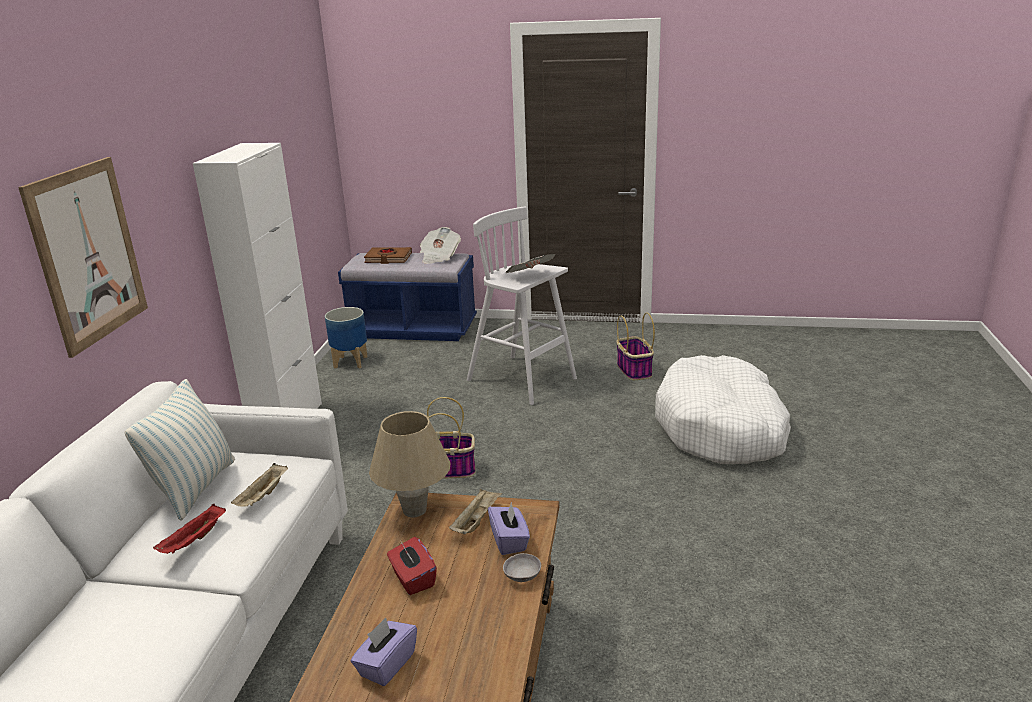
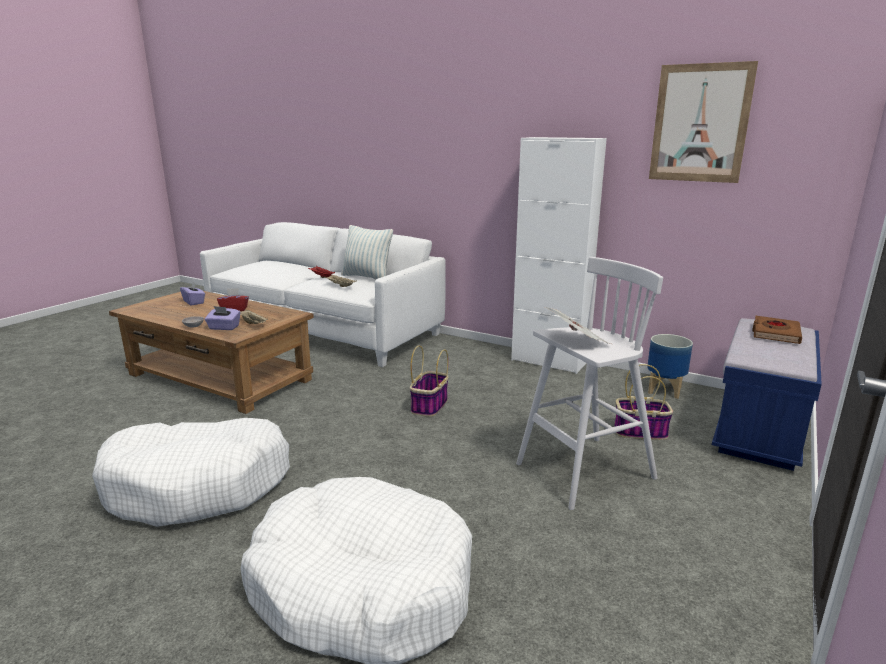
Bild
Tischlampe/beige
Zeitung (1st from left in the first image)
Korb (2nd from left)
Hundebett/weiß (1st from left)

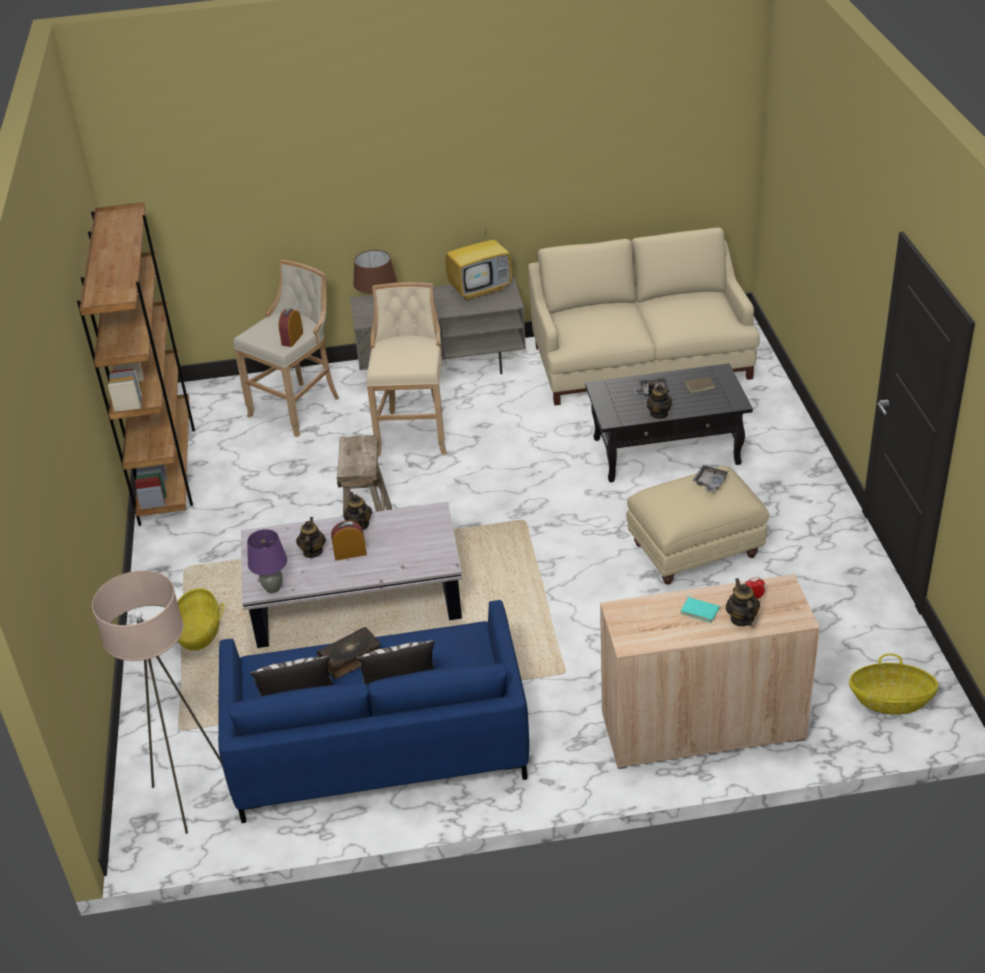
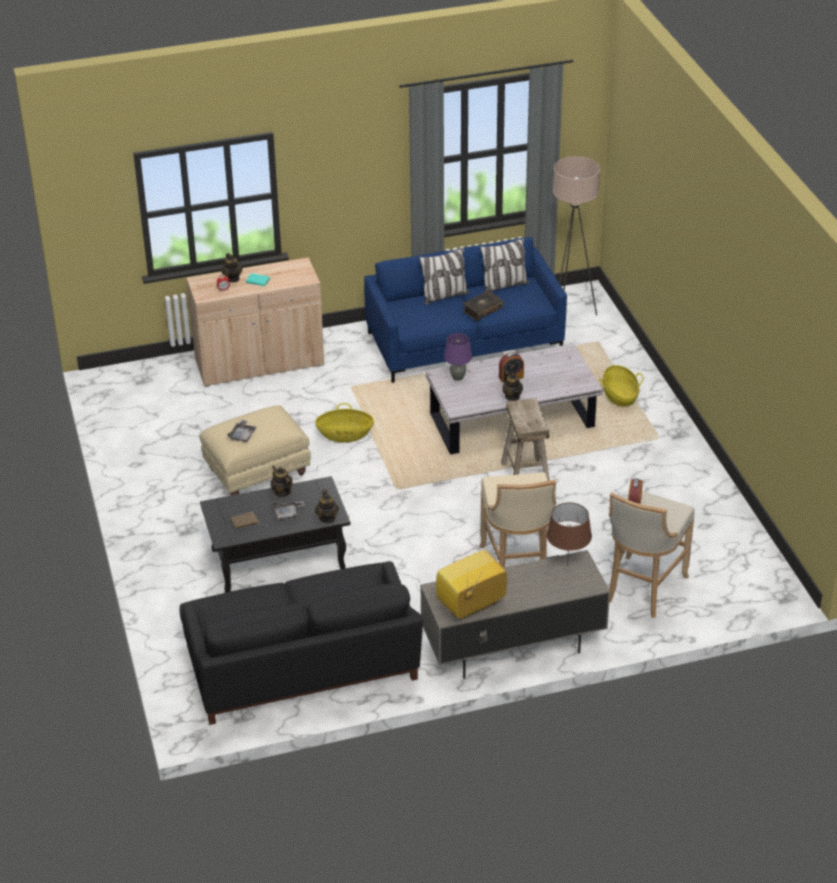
Bücherregal/braun
Tischlampe/lila
Teekanne (3rd from left)
Sofa/schwarz
Korb (1st from left)

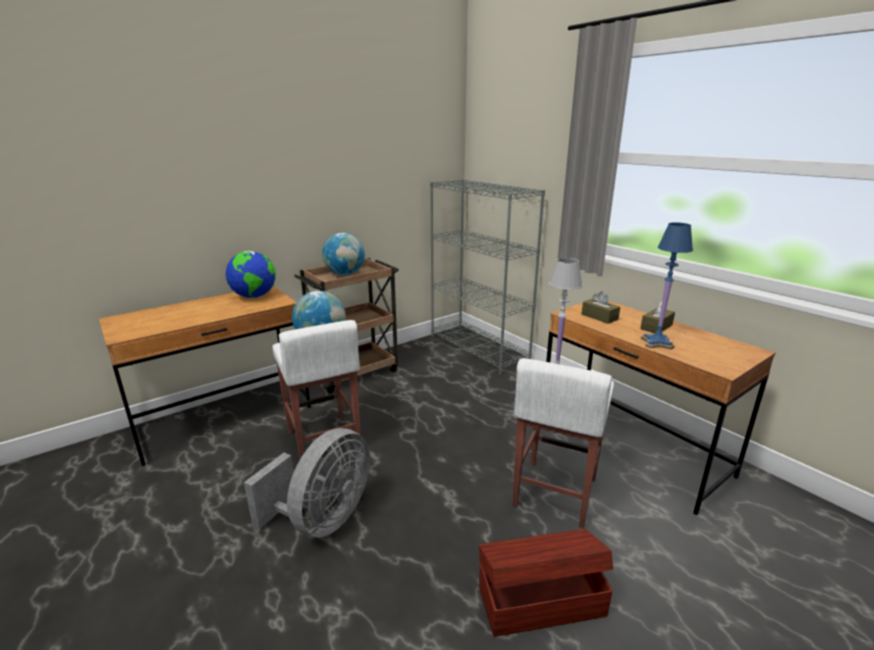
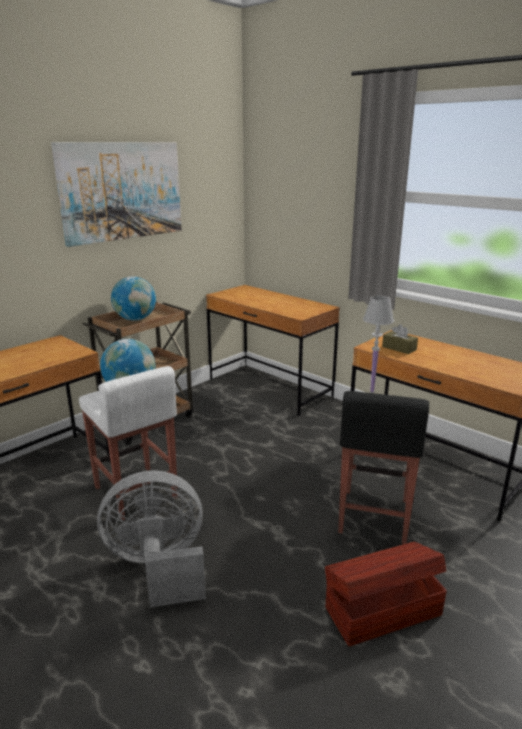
Globus (1st from left in the first image)
Ventilator/grau
Schreibtisch/braun (2nd from left)
Hocker/schwarz
Taschentuchbox/braun (2nd from left in the first image)
Tischlampe/blau
Bild

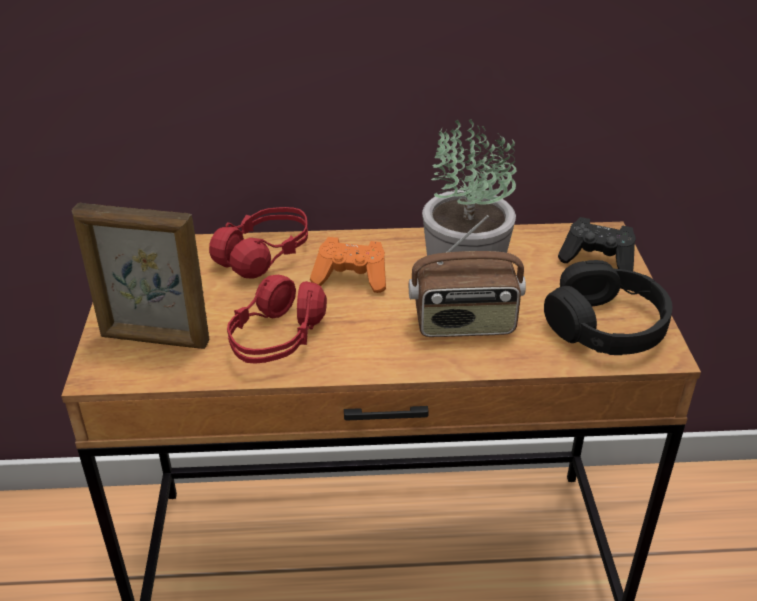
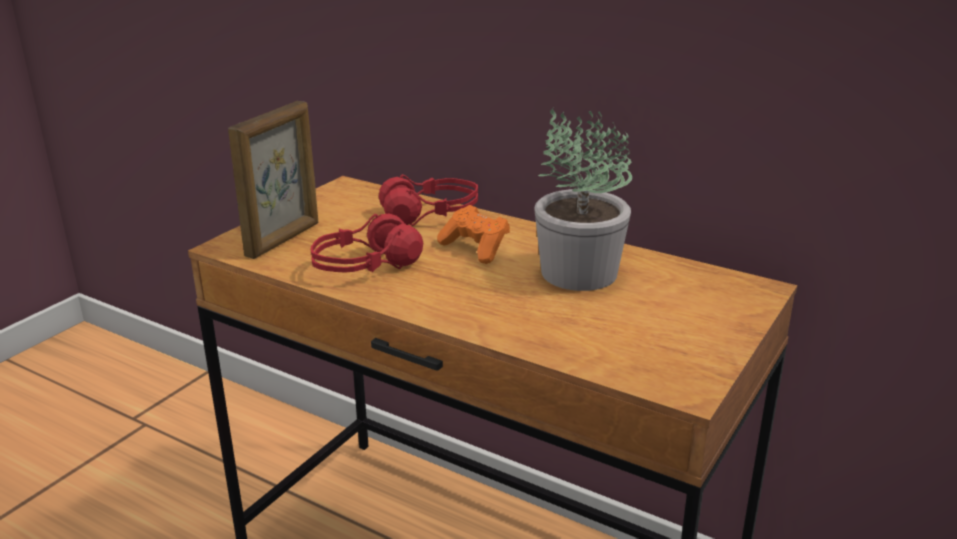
Bilderrahmen
Radio
Kopfhörer/schwarz
Gamepad/schwarz

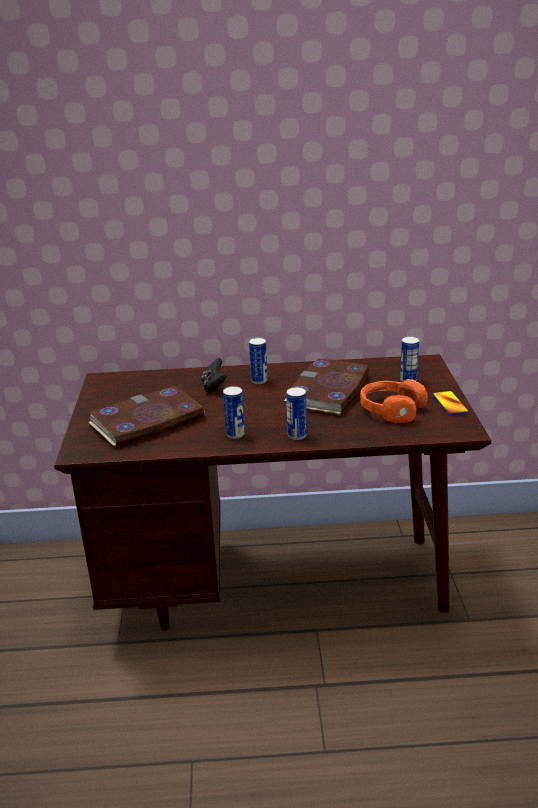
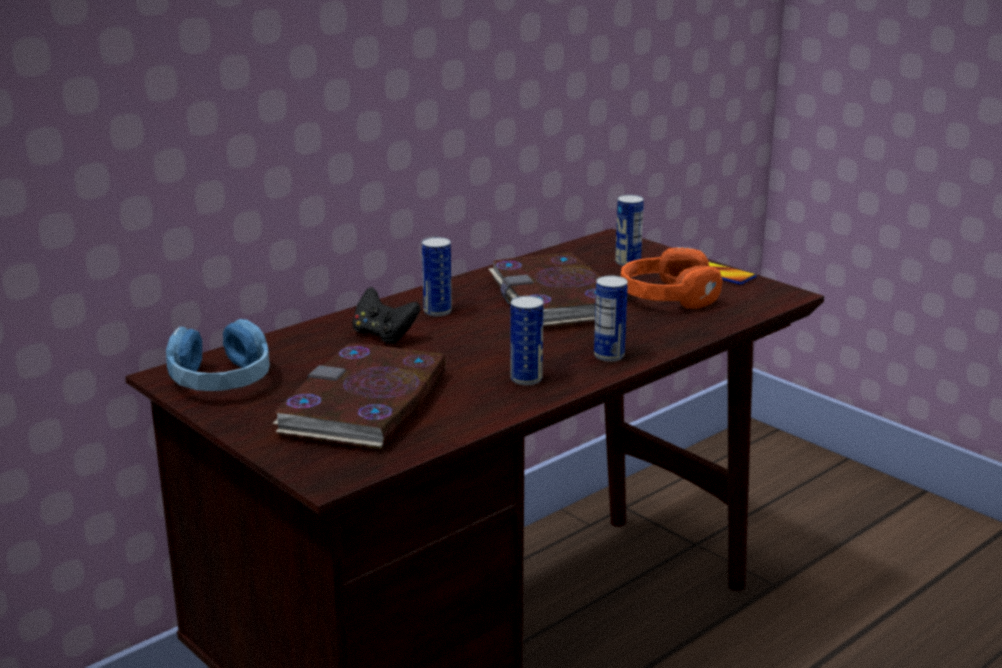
Kopfhörer/blau

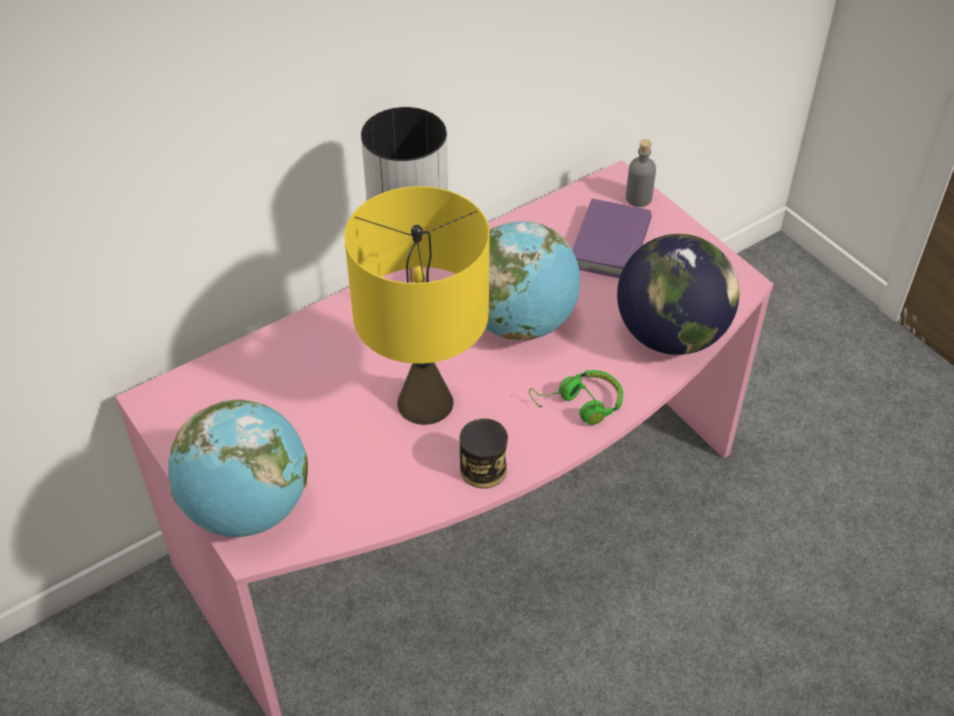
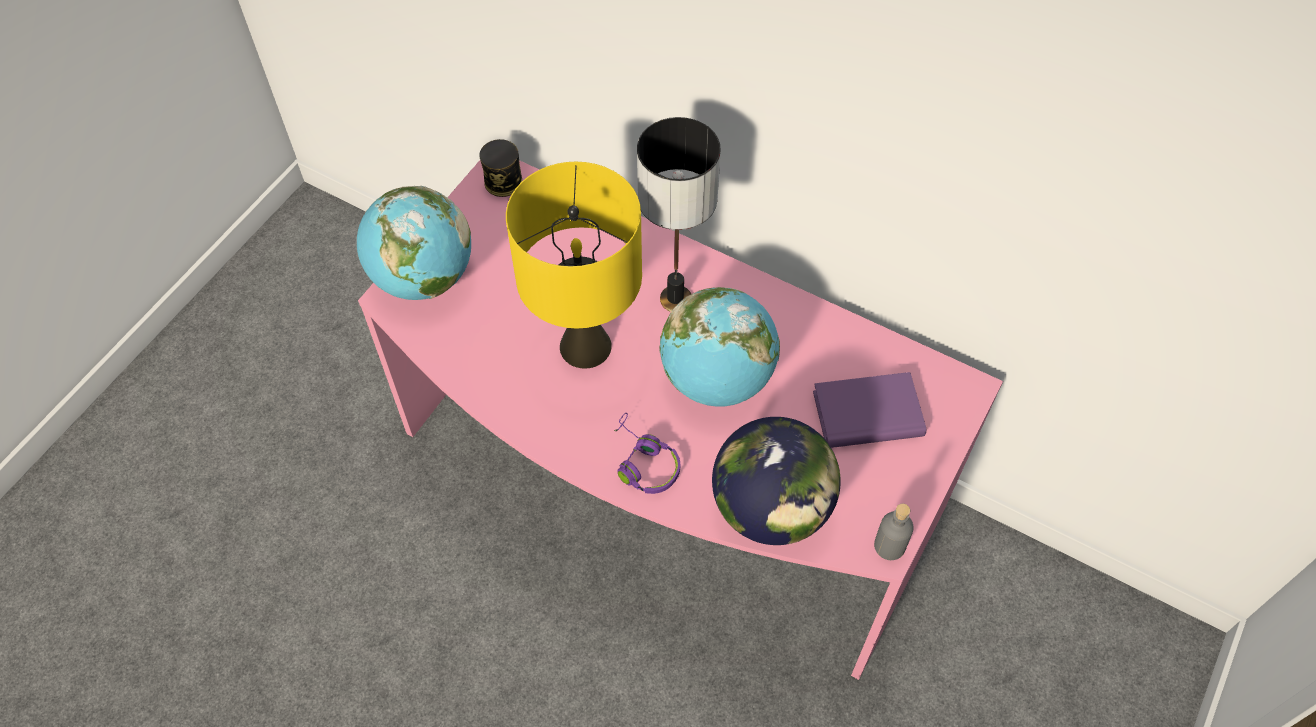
Dose
Kopfhörer/lila
Flasche/grau

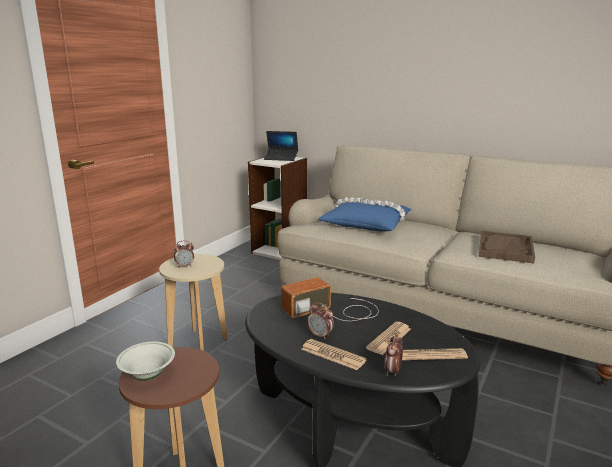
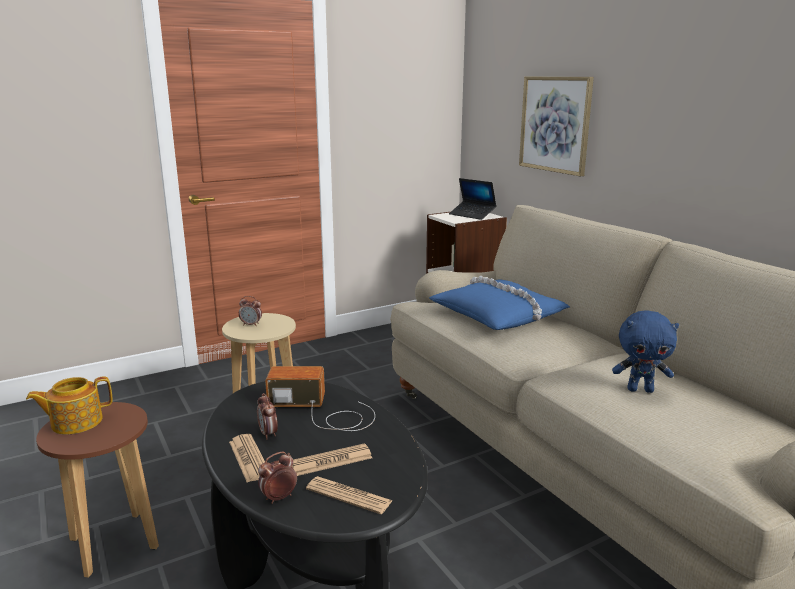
Teekanne
Plüschtier/blau
Bild

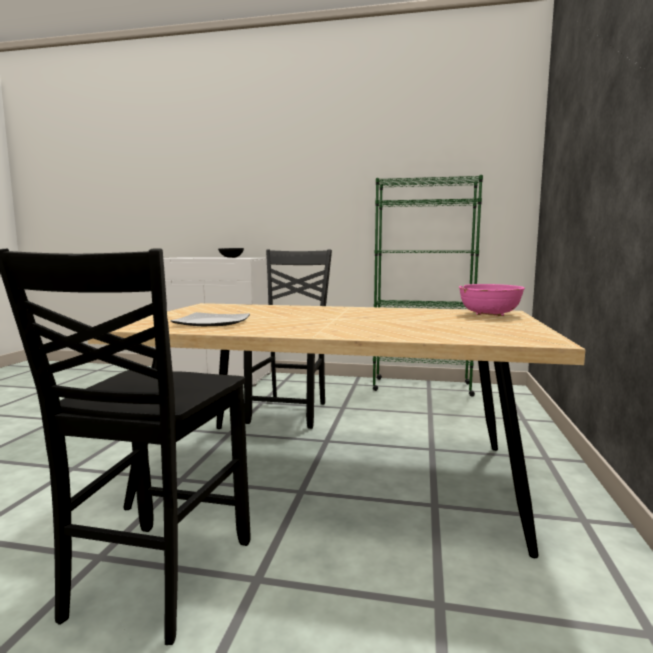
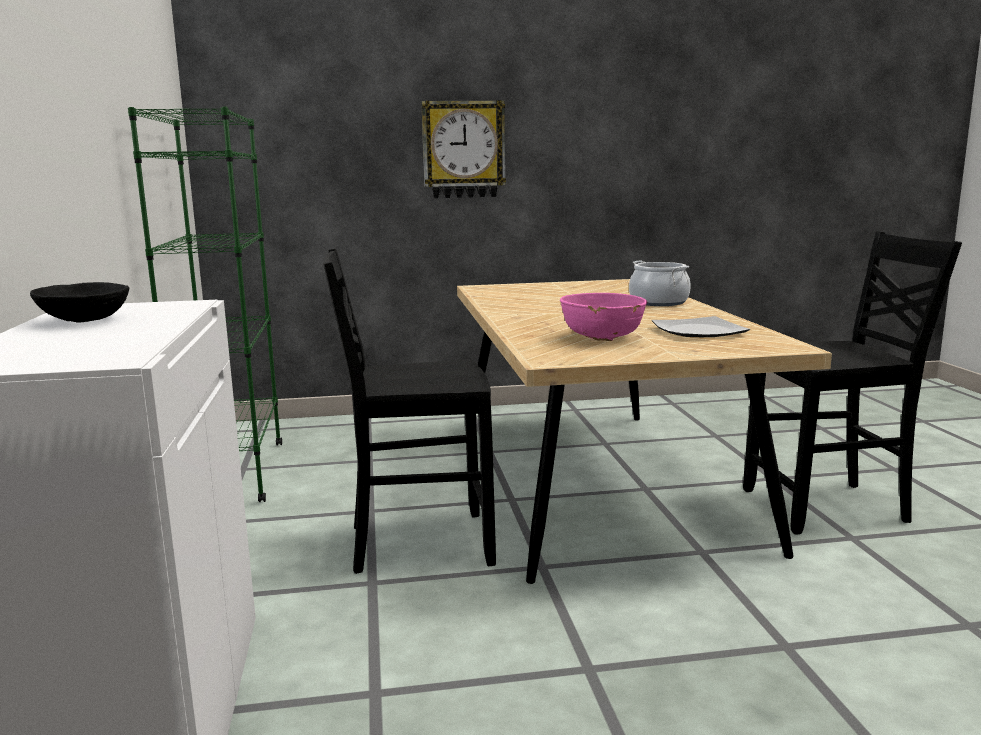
Schüssel/rosa
Wanduhr
Kochtopf

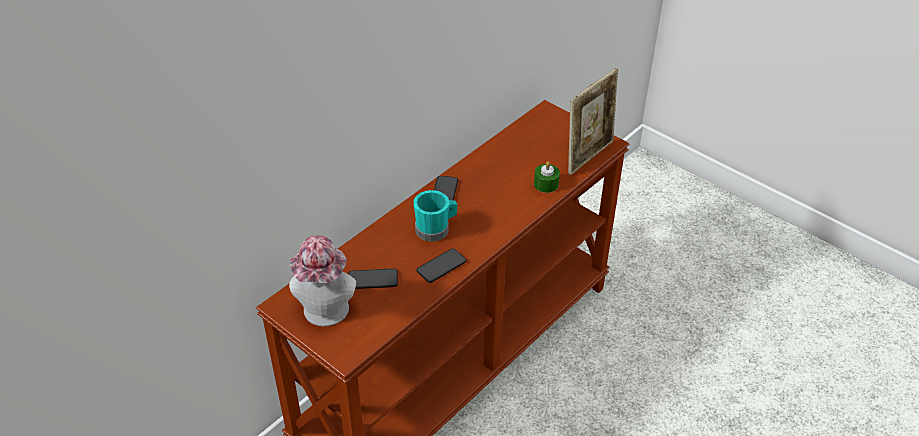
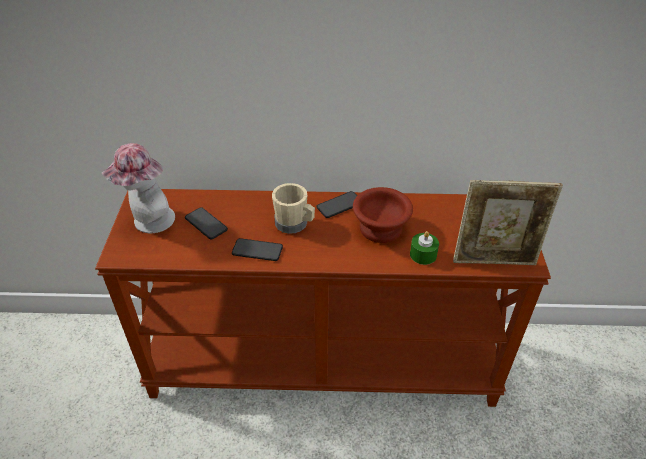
Henkelbecher/beige
Schüssel/braun

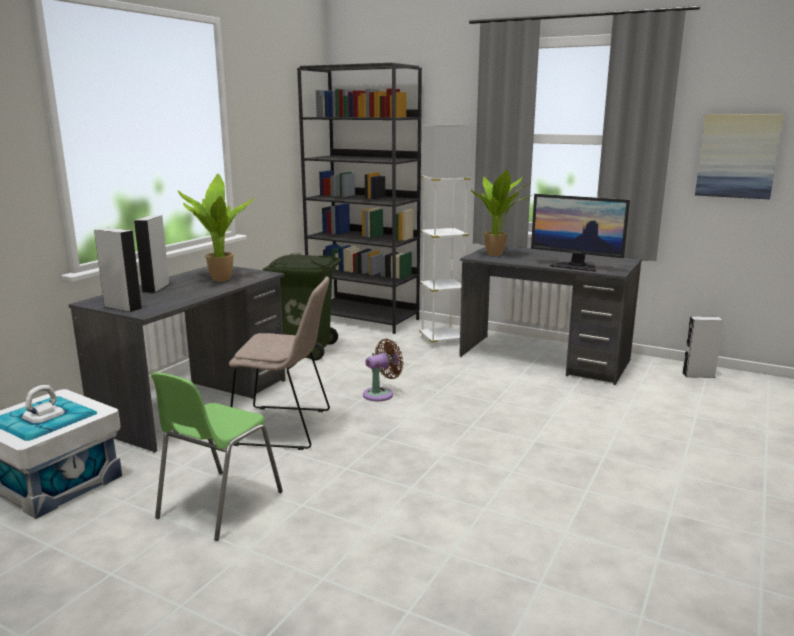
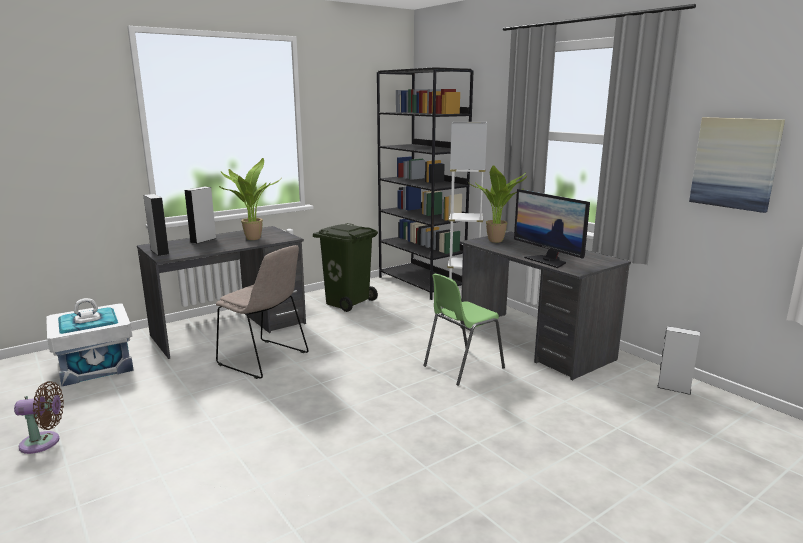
Stuhl/grün
Ventilator/braun

